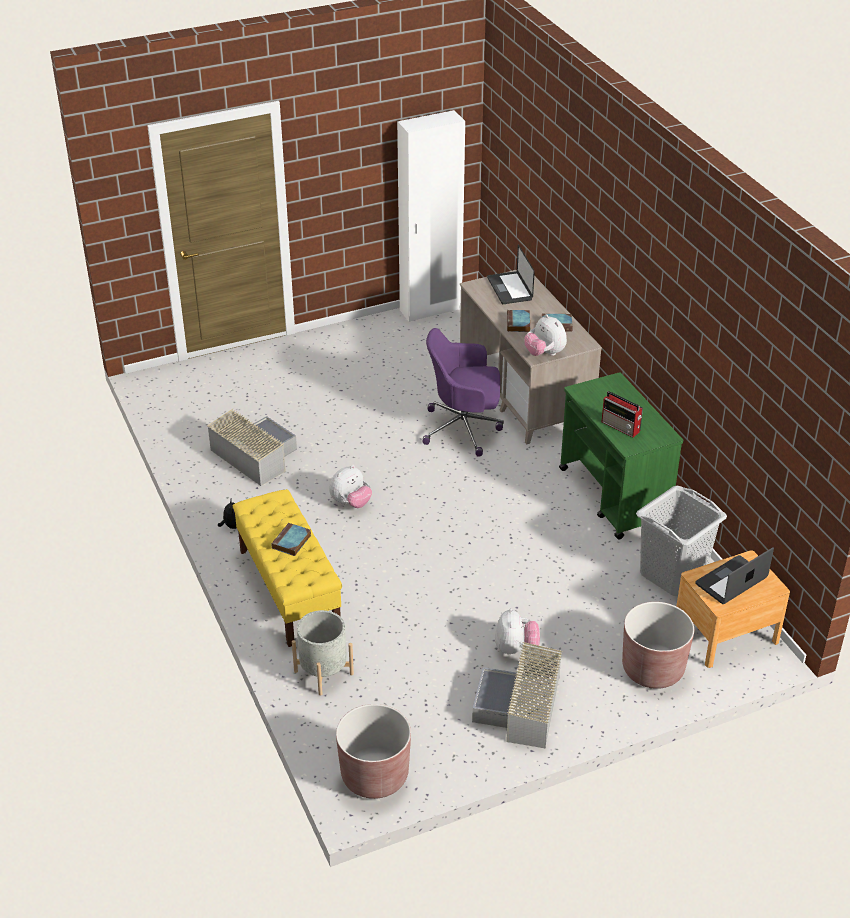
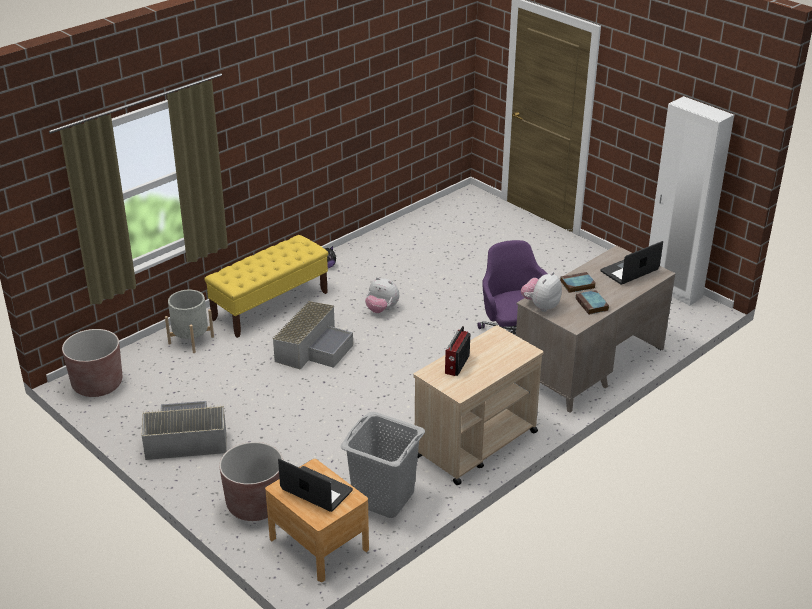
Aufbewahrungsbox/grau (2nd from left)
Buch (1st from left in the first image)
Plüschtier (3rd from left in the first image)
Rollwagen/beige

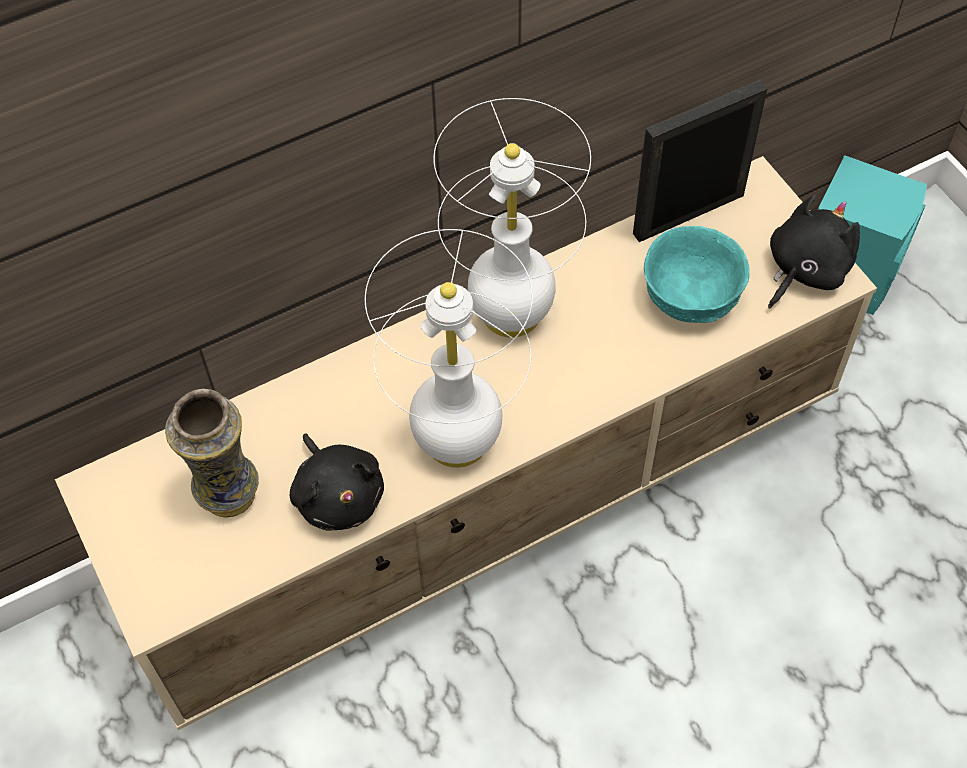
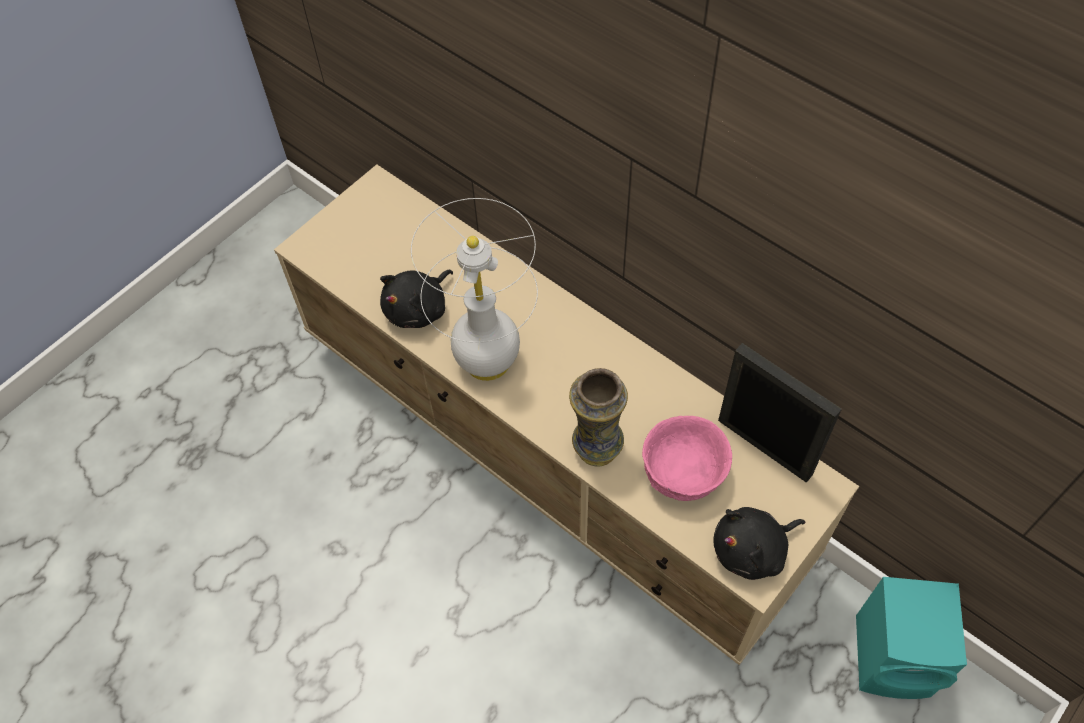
Vase
Tischlampe/weiß (2nd from left in the first image)
Schüssel/rosa
Plüschtier/schwarz (2nd from left)

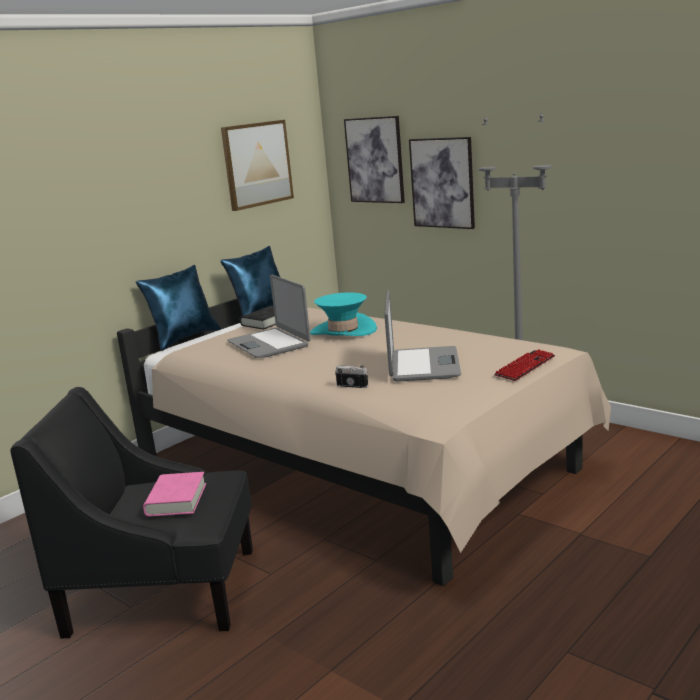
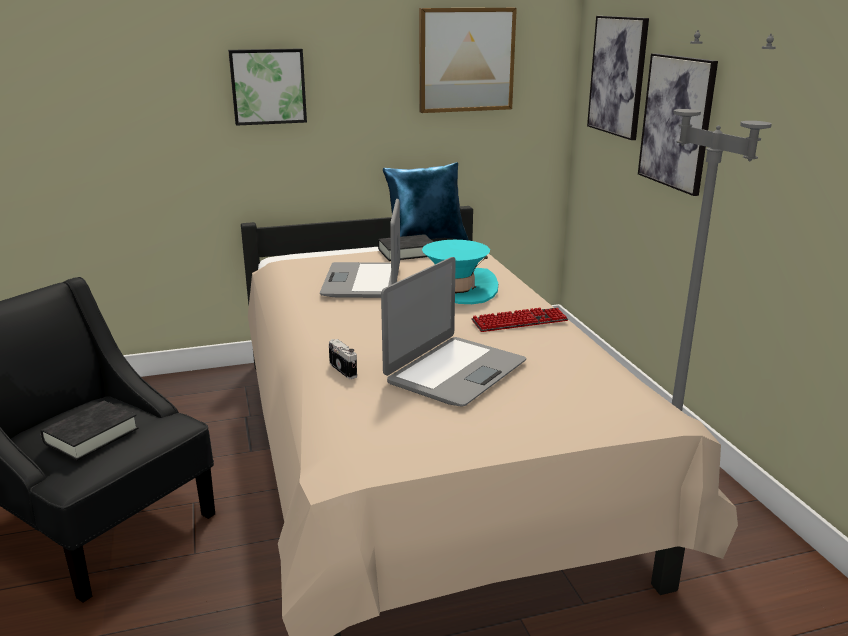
Kissen/blau (1st from left in the first image)
Buch/schwarz (1st from left)
Tastatur
Bild (1st from left)

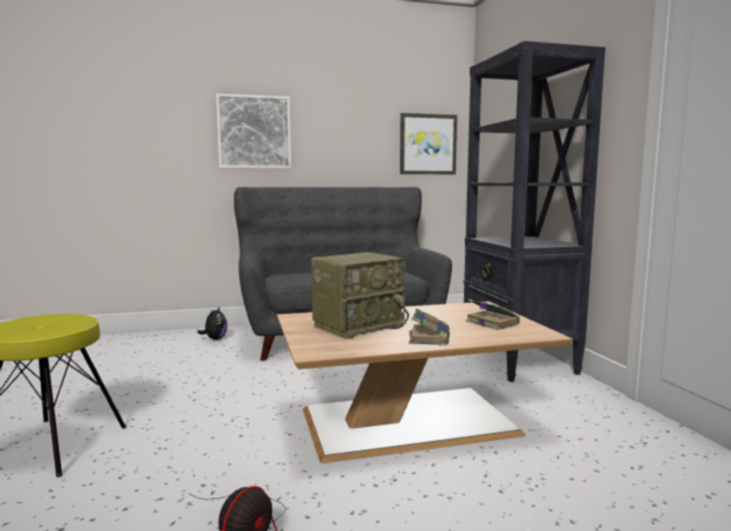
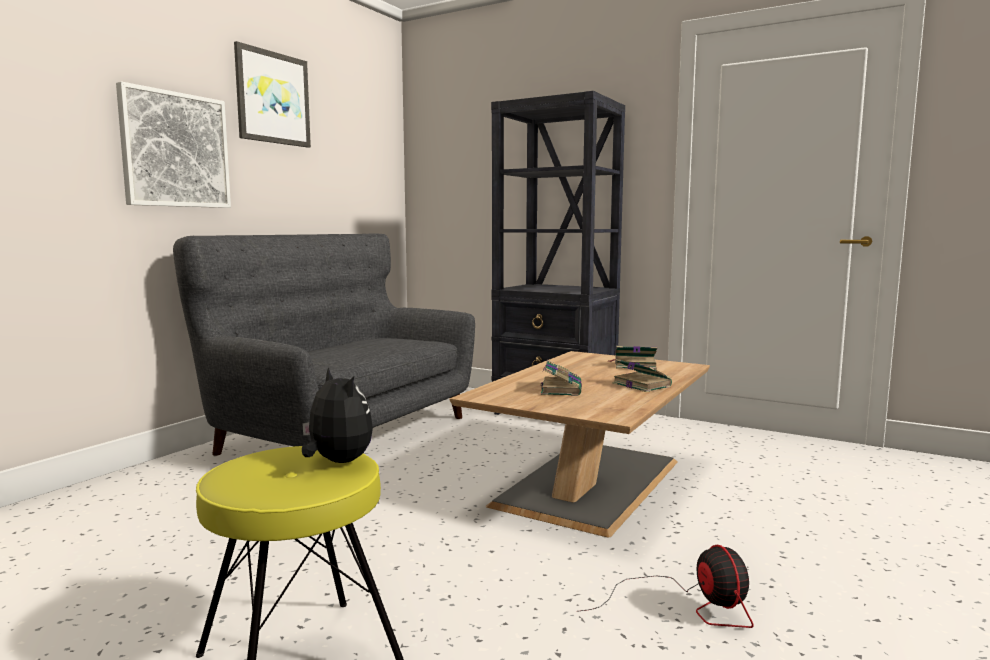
Plüschtier
Buch (1st from left)
Bild (2nd from left)

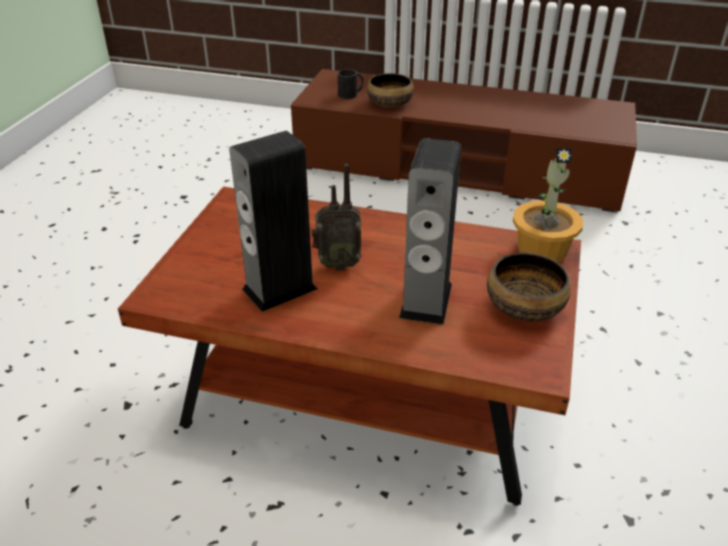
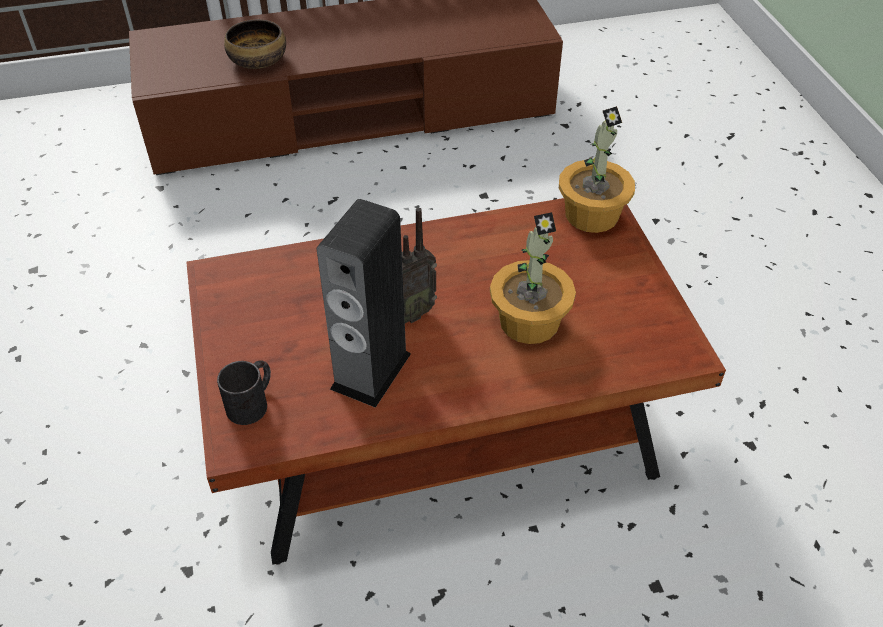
Henkelbecher/schwarz
Topfpflanze (1st from left)
Schüssel (2nd from left in the first image)

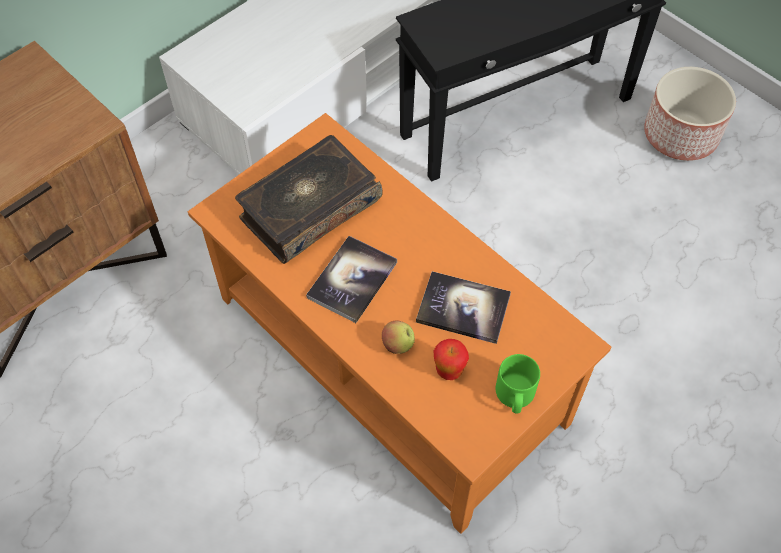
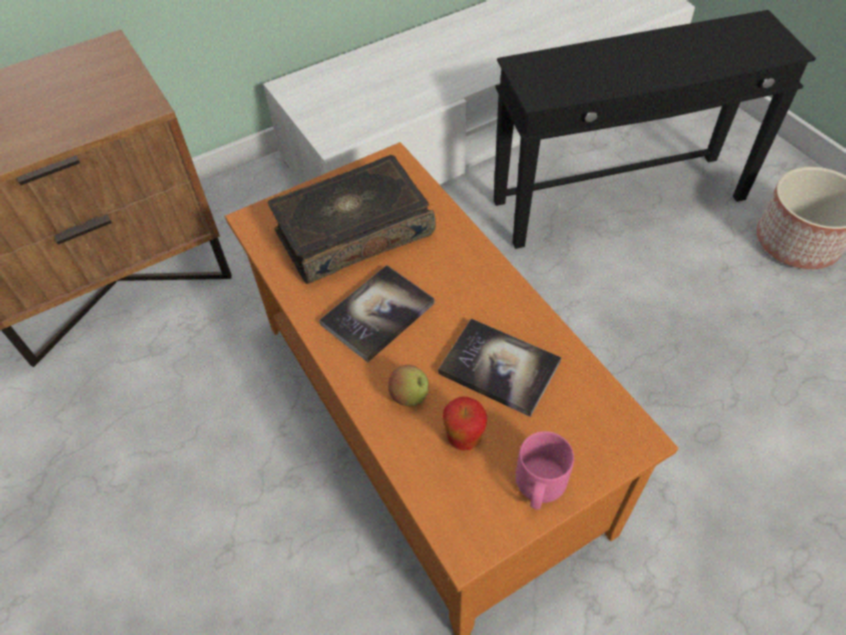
Henkelbecher/rosa

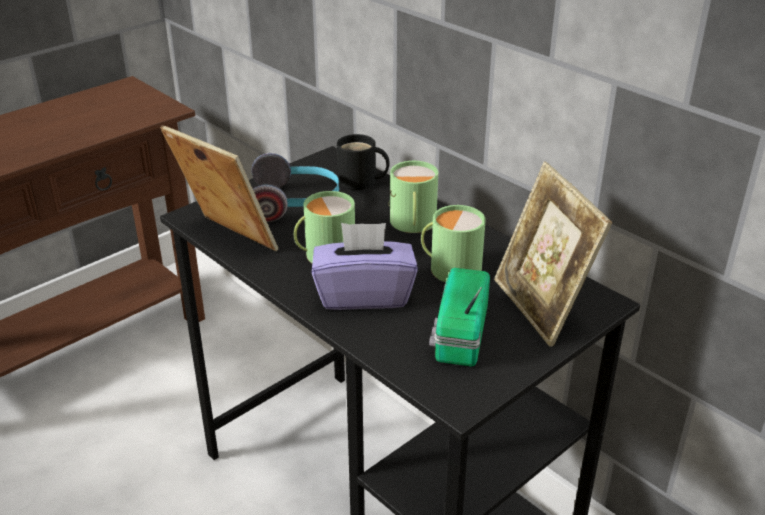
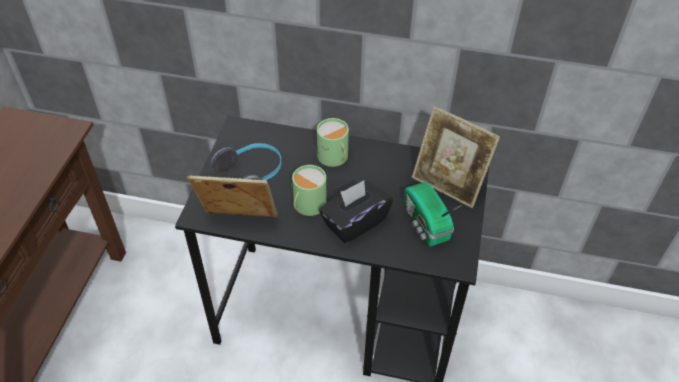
Taschentuchbox/schwarz
Henkelbecher/schwarz
Henkelbecher/grün (3rd from left in the first image)

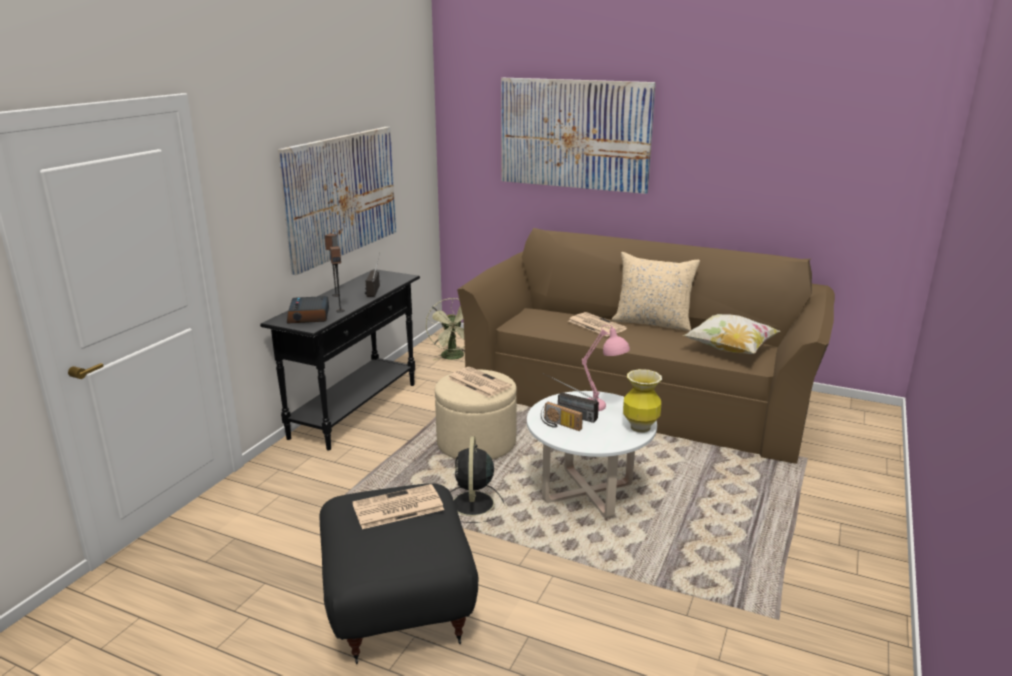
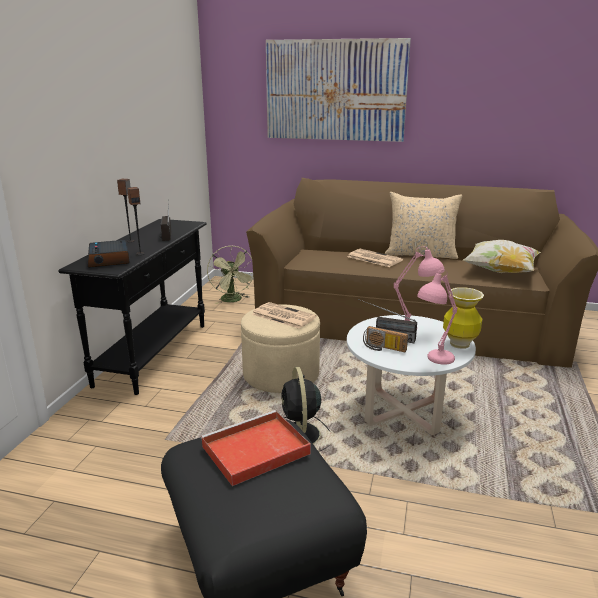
Bild (1st from left in the first image)
Tablett/rot
Tischlampe/rosa (2nd from left)

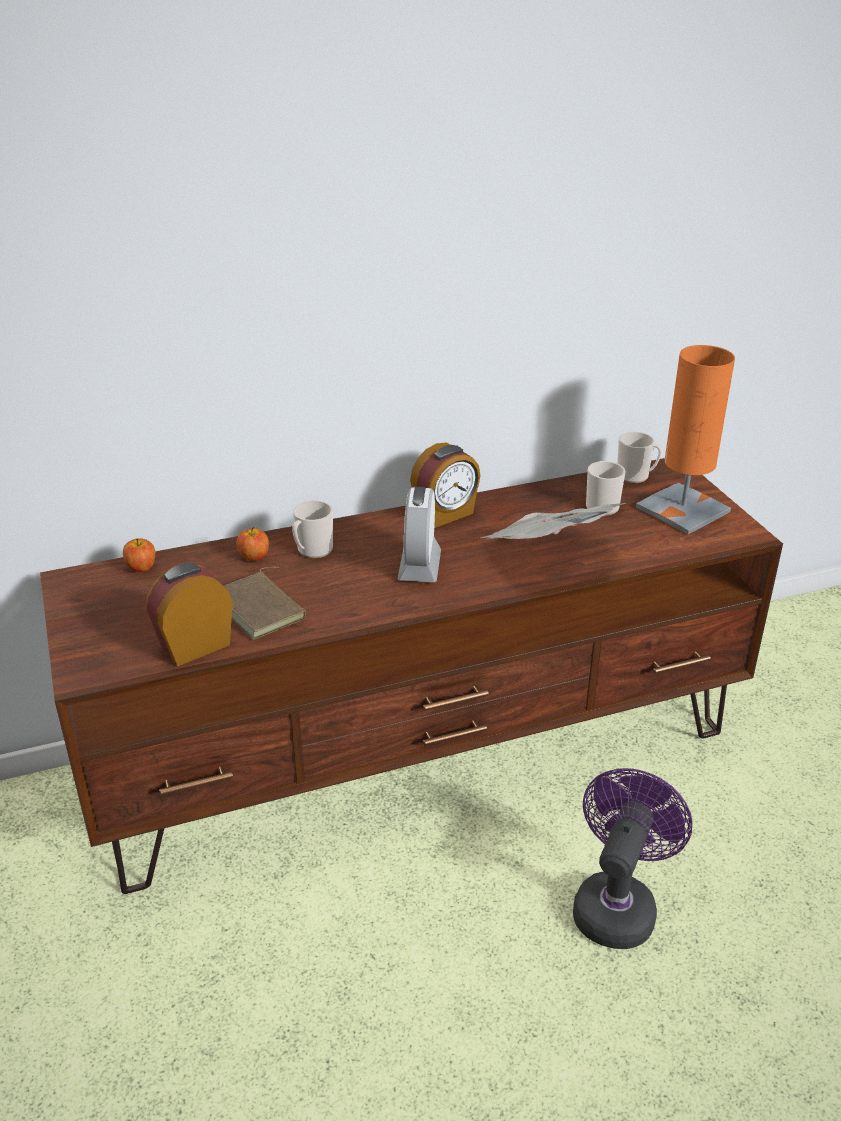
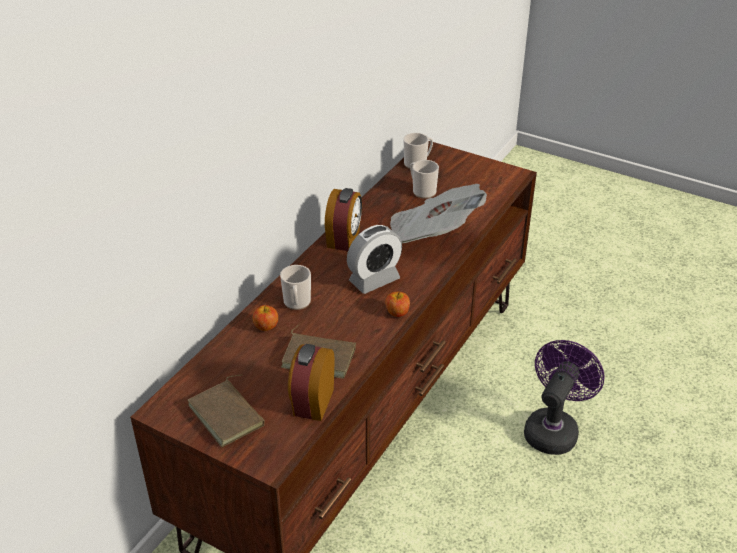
Apfel (2nd from left)
Wecker (3rd from left)
Ventilator/lila
Tischlampe/orange
Buch/braun (1st from left)

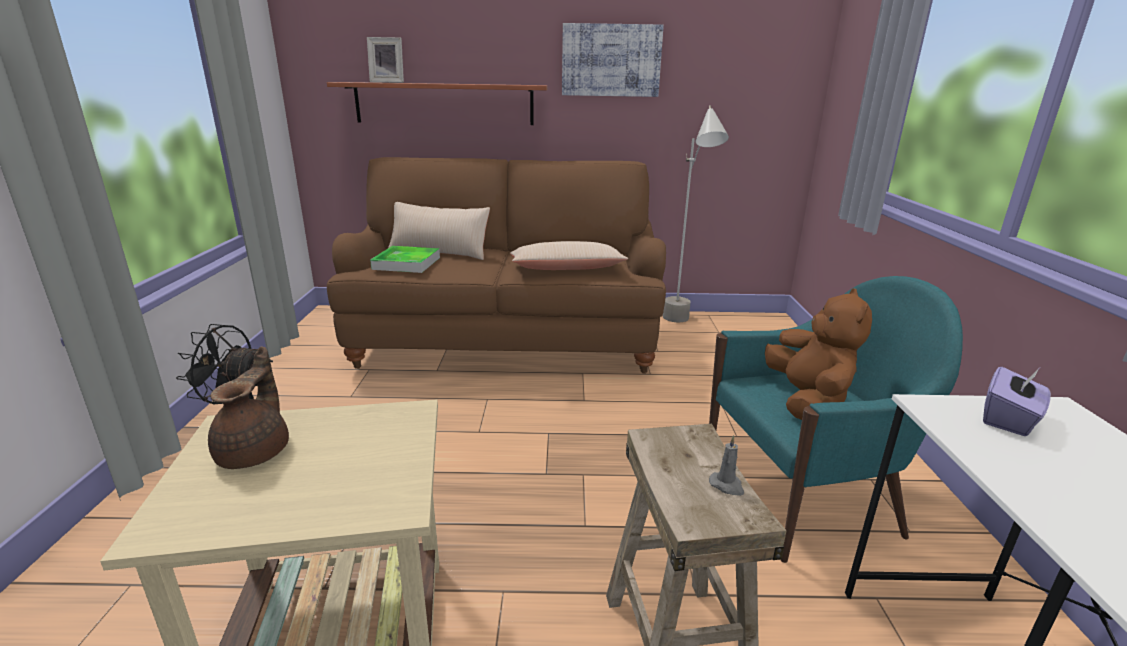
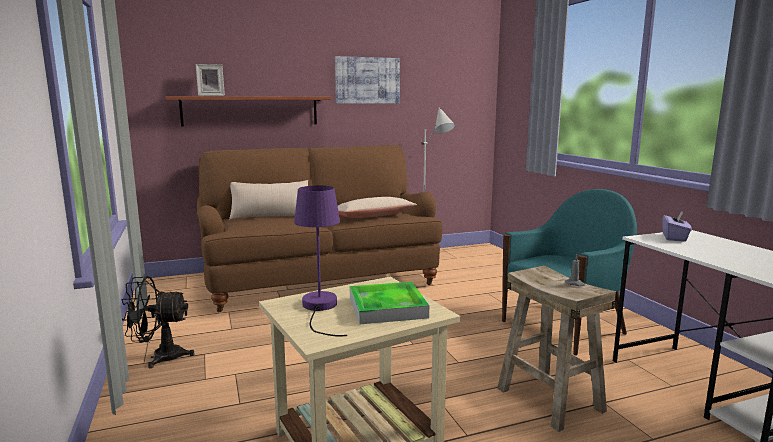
Tischlampe/lila
Tablett
Plüschtier/braun

